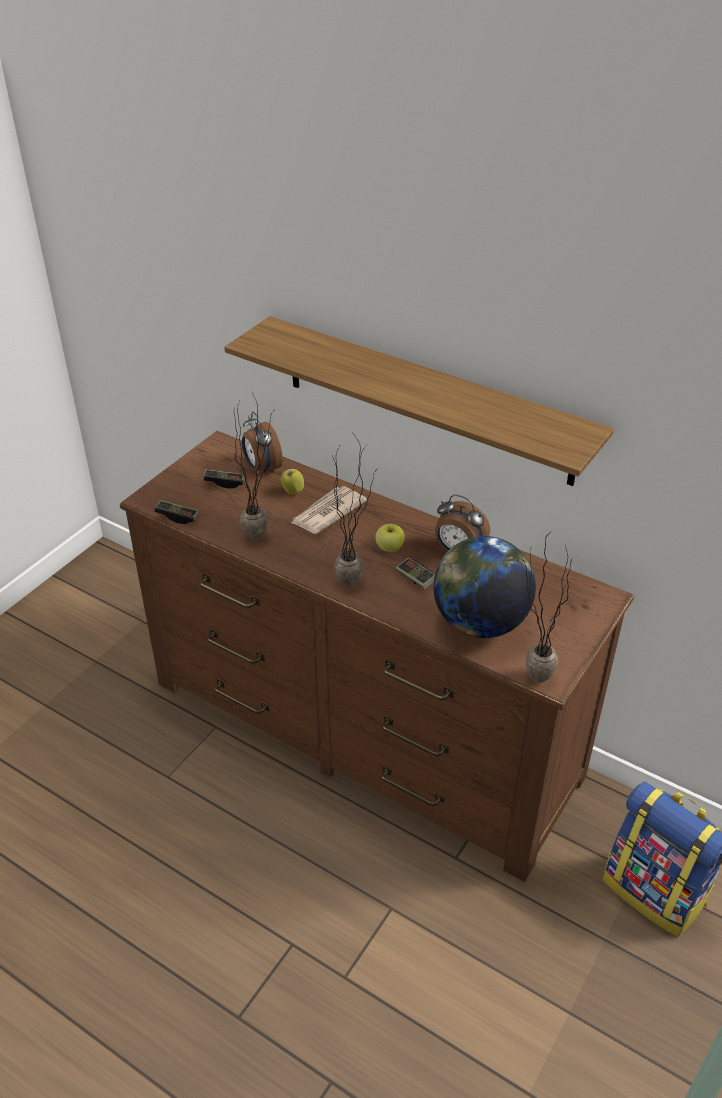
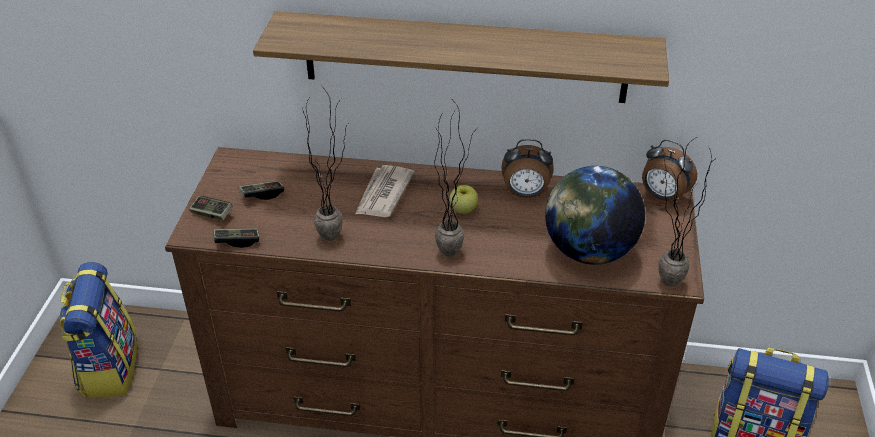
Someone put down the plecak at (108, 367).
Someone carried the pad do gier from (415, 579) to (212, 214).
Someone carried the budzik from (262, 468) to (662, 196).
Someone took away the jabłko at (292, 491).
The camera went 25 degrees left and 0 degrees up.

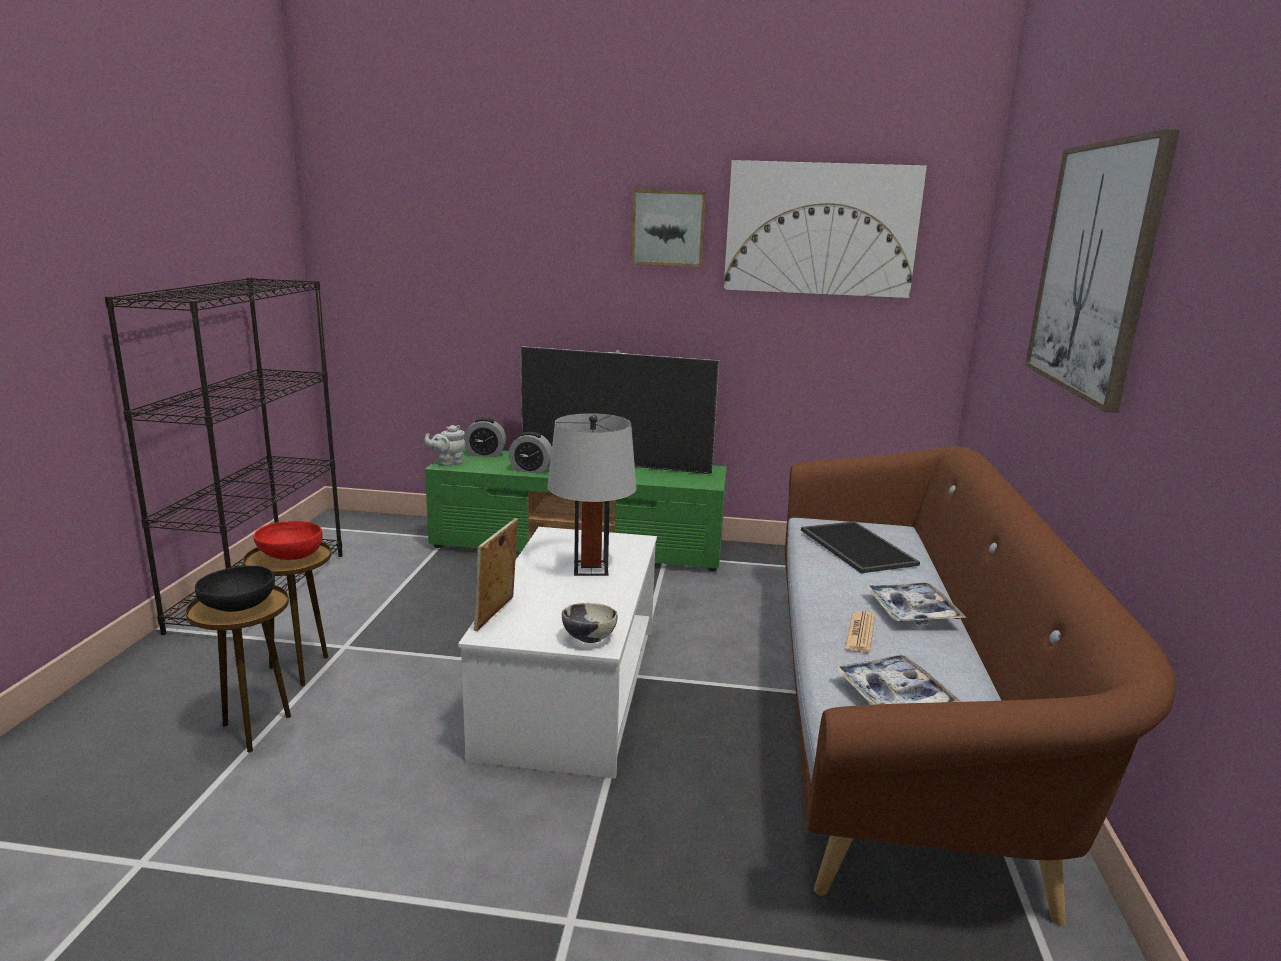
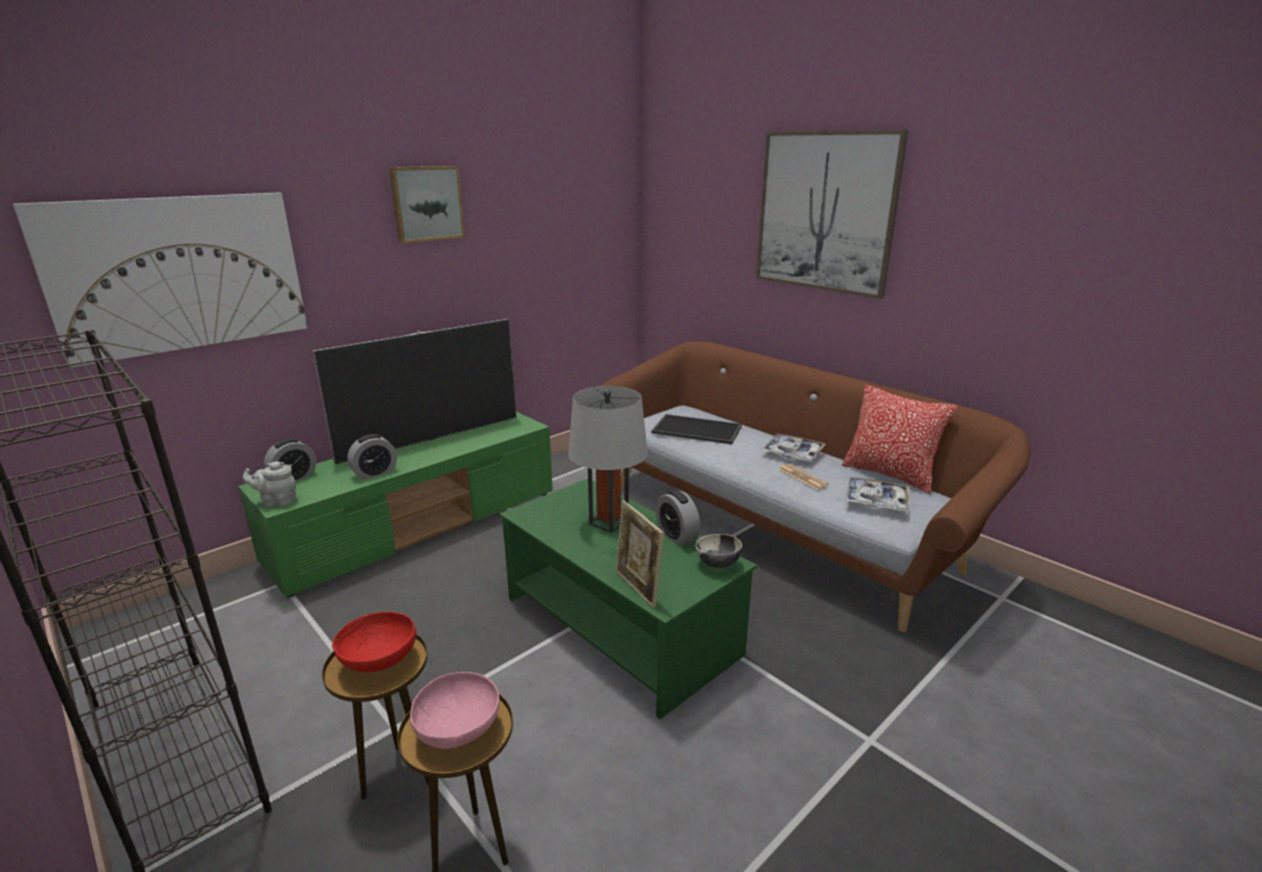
Someone carried the obraz from (821, 229) to (179, 274).
Someone rotated the imbryk/szary at (448, 463) by 75 degrees clockwise.
Someone repainted the miska/czarny at (238, 608), which became the miska/różowy at (459, 730).
Someone repainted the ława/biały at (571, 689), which became the ława/zielony at (621, 626).
Someone put down the budzik at (677, 536).
Someone put down the poduszka at (889, 475).
The camera went 50 degrees left and 5 degrees up.

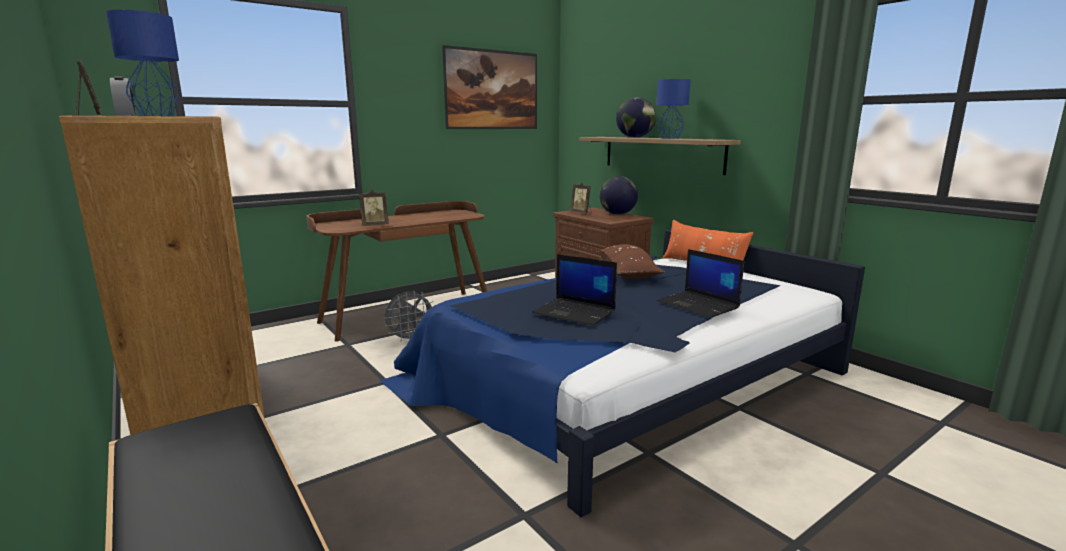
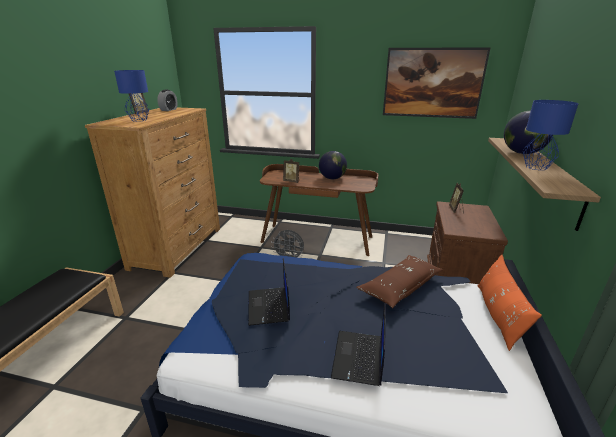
Someone carried the globus from (617, 214) to (332, 178).
The camera went 50 degrees right and 10 degrees up.

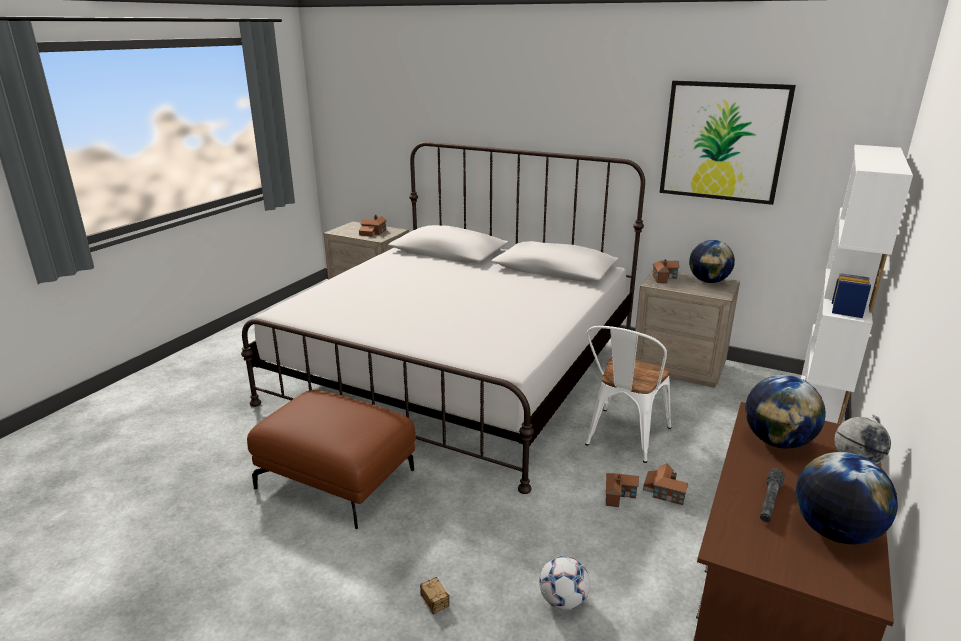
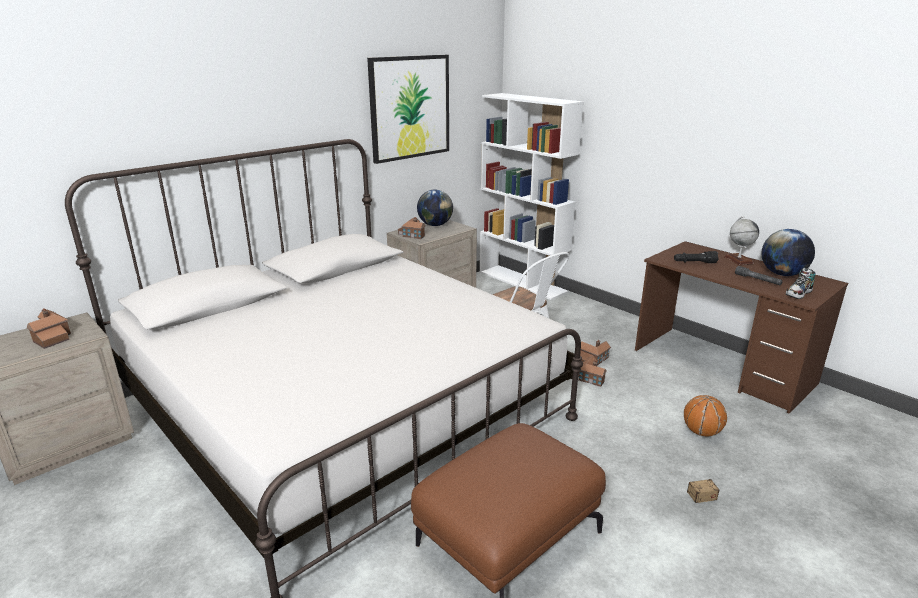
Someone swapped the globus at (777, 441) for the latarka/czarny at (694, 263).
Someone swapped the piłka futbolowa at (563, 601) for the piłka do koszykówki at (701, 432).
Someone put down the but at (798, 293).
The camera went 70 degrees left and 0 degrees up.

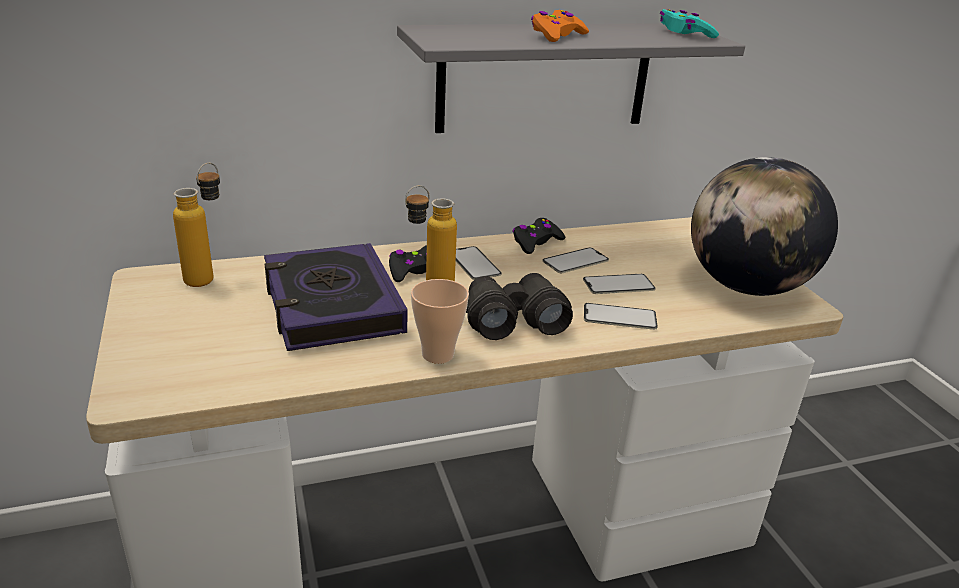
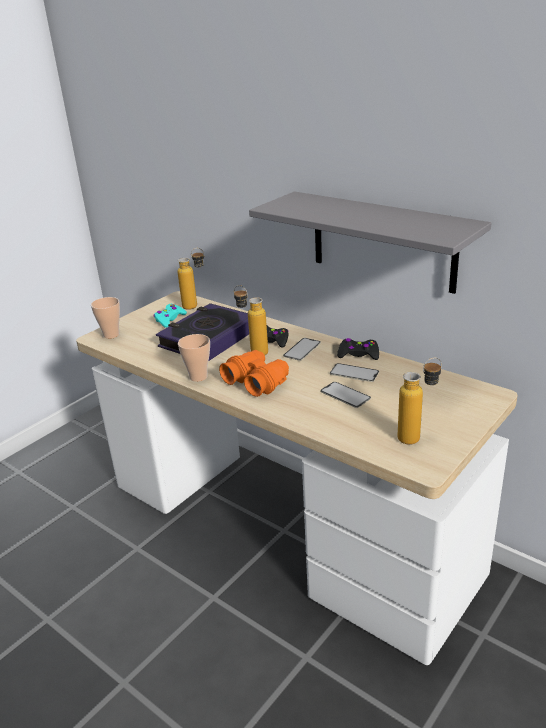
Someone put down the filiżanka at (111, 335).
Someone carried the pad do gier/turkusowy from (684, 33) to (169, 319).
Someone repainted the lornetka/czarny at (513, 320), which became the lornetka/pomarańczowy at (257, 381).
Someone swapped the globus at (746, 287) for the butelka at (417, 437).
Someone took away the pad do gier/pomarańczowy at (557, 35).
Someone took away the telefon at (619, 317).
The camera went 60 degrees right and 0 degrees up.

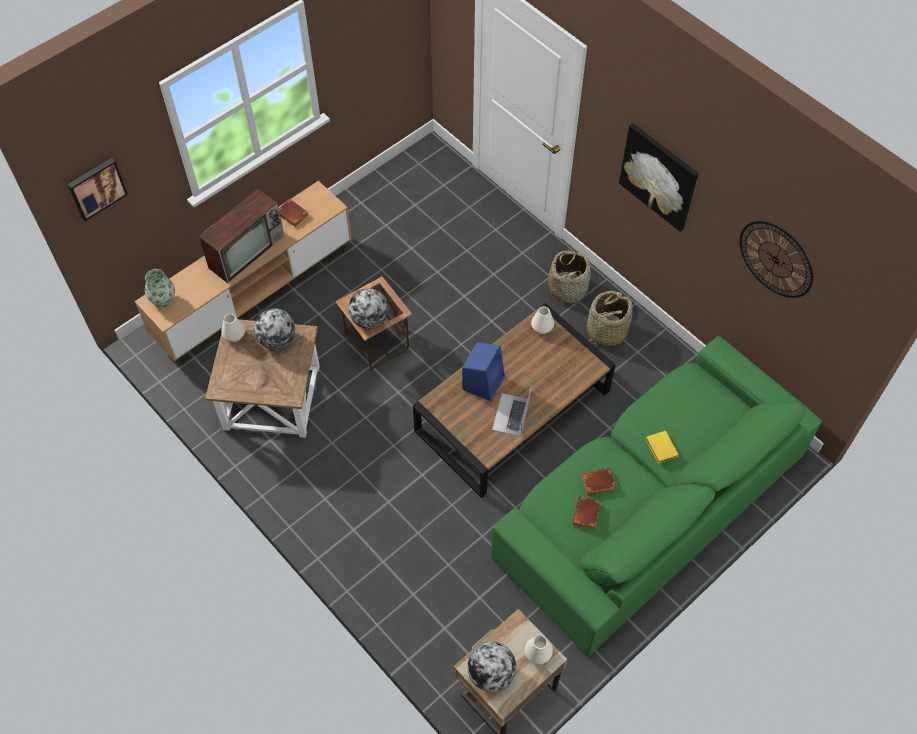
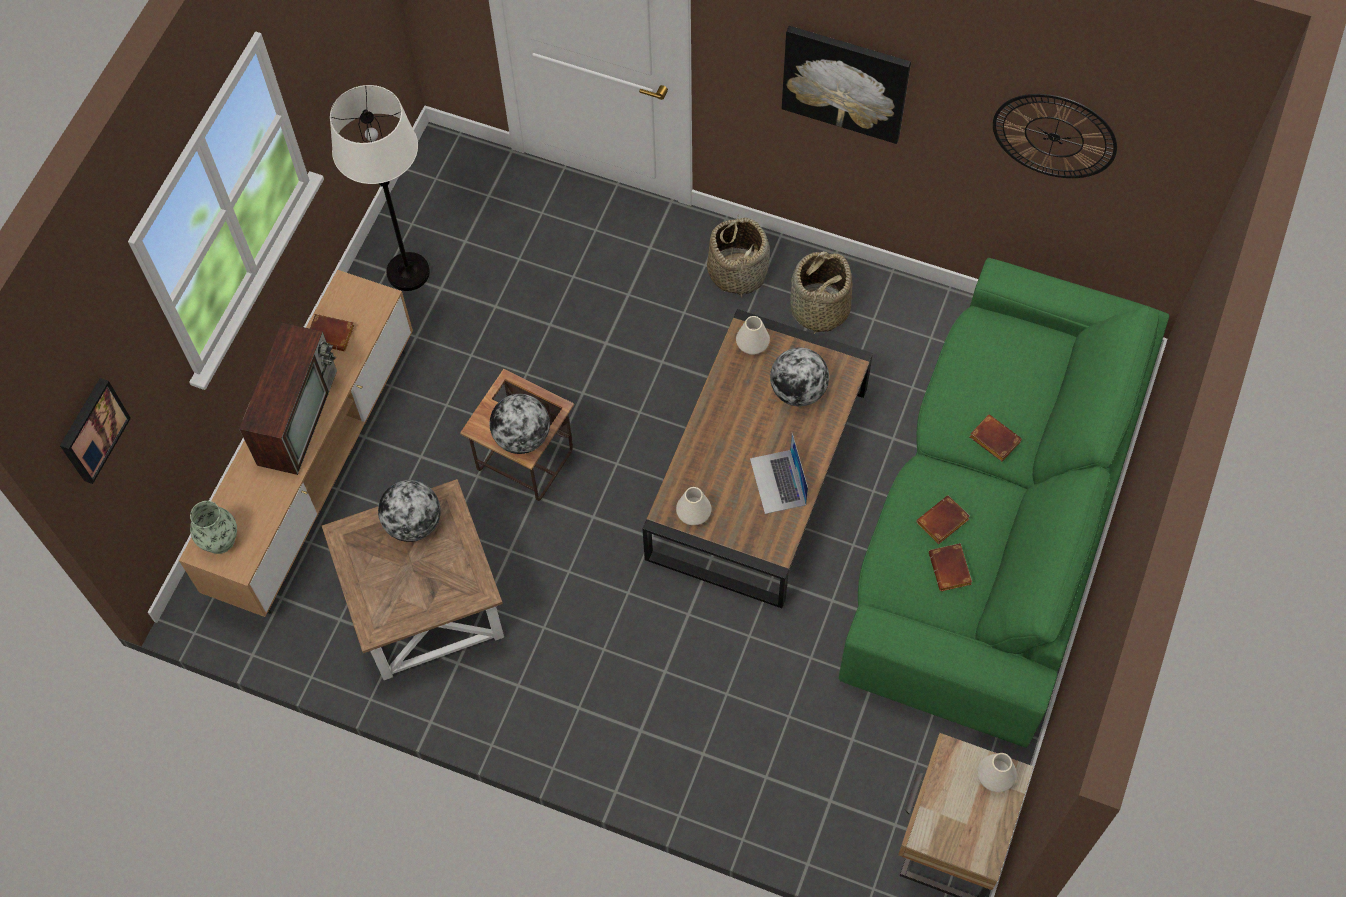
Someone put down the lampa stojąca/biały at (408, 272).
Someone carried the wazon/biały from (234, 336) to (694, 514).
Someone carried the globus from (491, 673) to (798, 390).
Someone repainted the książka/żółty at (660, 448), which became the książka/brązowy at (992, 440).
Someone took away the głośnik/niebieski at (483, 382).
The camera went 25 degrees left and 5 degrees up.

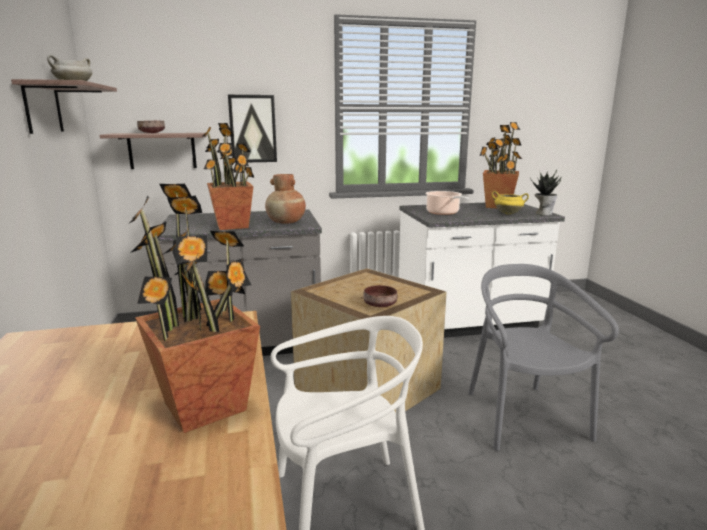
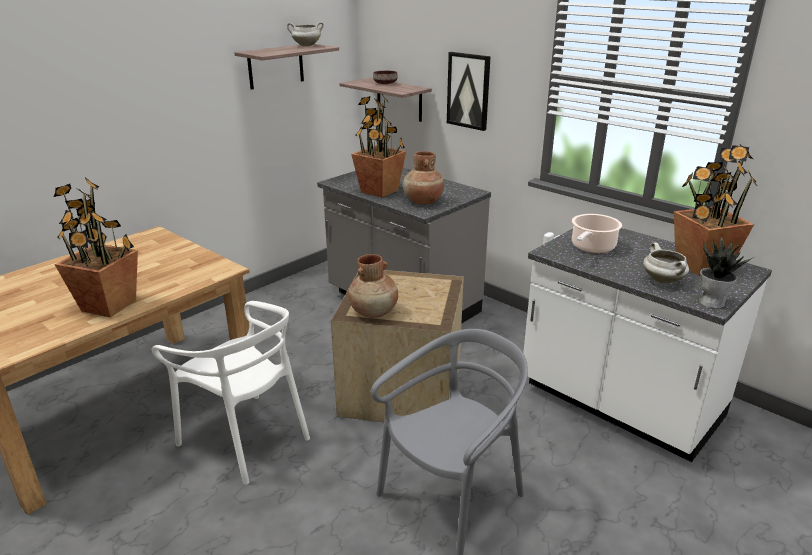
Someone swapped the miska/brązowy at (380, 305) for the wazon/brązowy at (374, 312).
Someone repainted the garnek/żółty at (508, 213), which became the garnek/biały at (663, 281).
The camera went 55 degrees right and 10 degrees up.

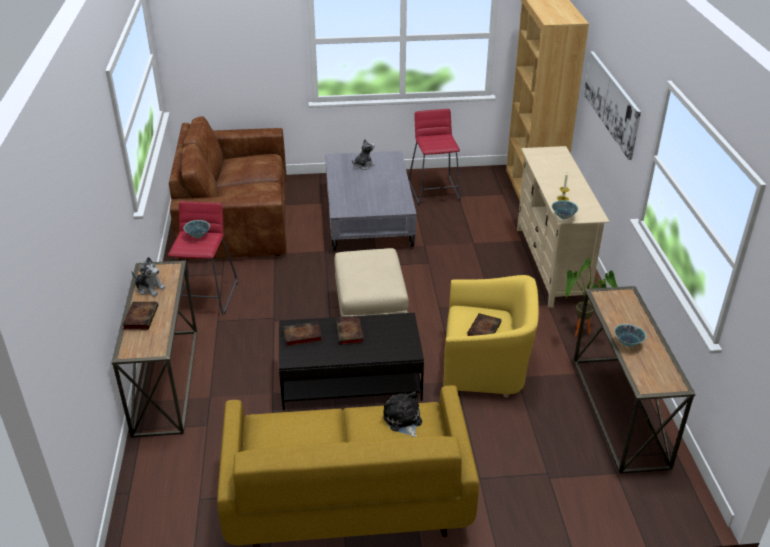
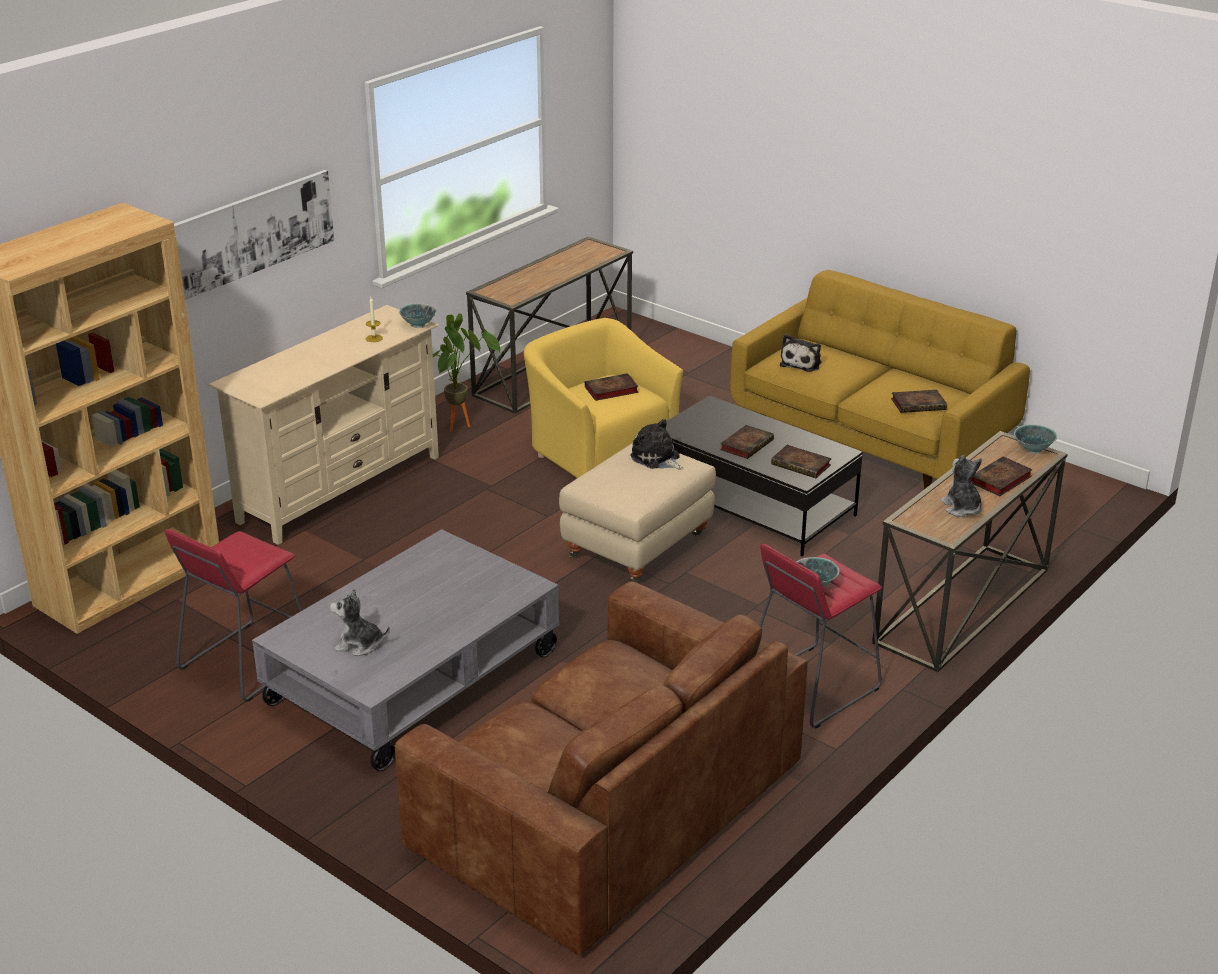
Someone put down the pluszak at (657, 458).
Someone put down the książka at (919, 404).
Someone carried the miska from (627, 343) to (1033, 450).
The camera went 135 degrees left and 5 degrees down.

